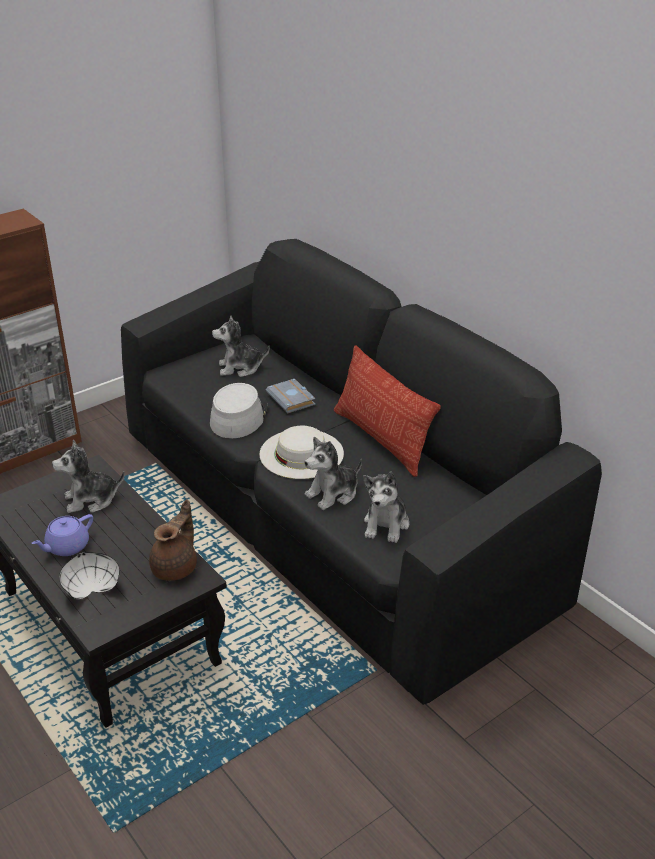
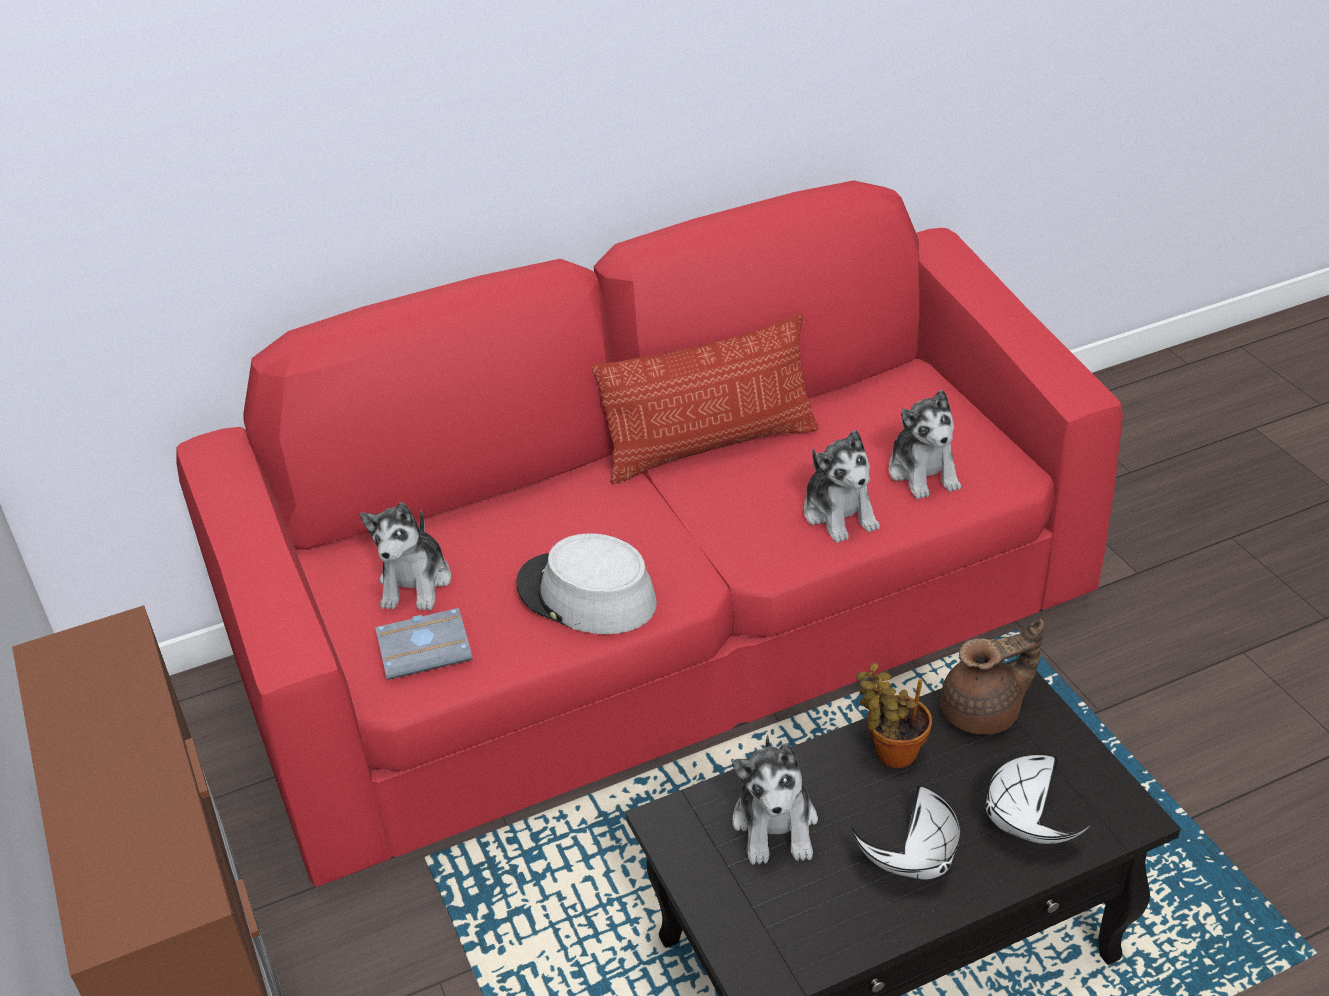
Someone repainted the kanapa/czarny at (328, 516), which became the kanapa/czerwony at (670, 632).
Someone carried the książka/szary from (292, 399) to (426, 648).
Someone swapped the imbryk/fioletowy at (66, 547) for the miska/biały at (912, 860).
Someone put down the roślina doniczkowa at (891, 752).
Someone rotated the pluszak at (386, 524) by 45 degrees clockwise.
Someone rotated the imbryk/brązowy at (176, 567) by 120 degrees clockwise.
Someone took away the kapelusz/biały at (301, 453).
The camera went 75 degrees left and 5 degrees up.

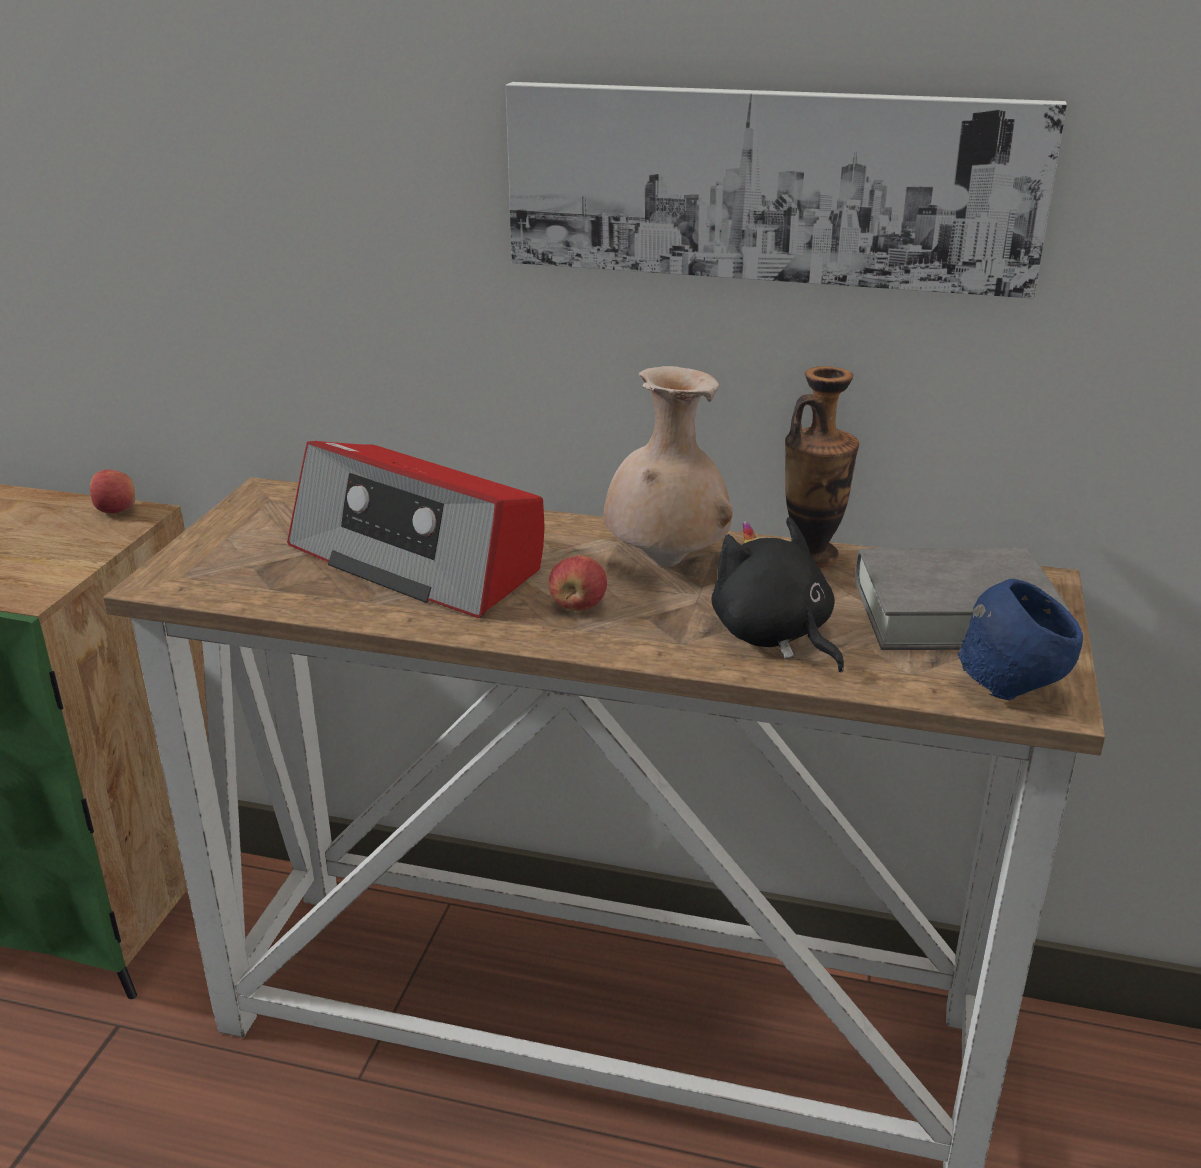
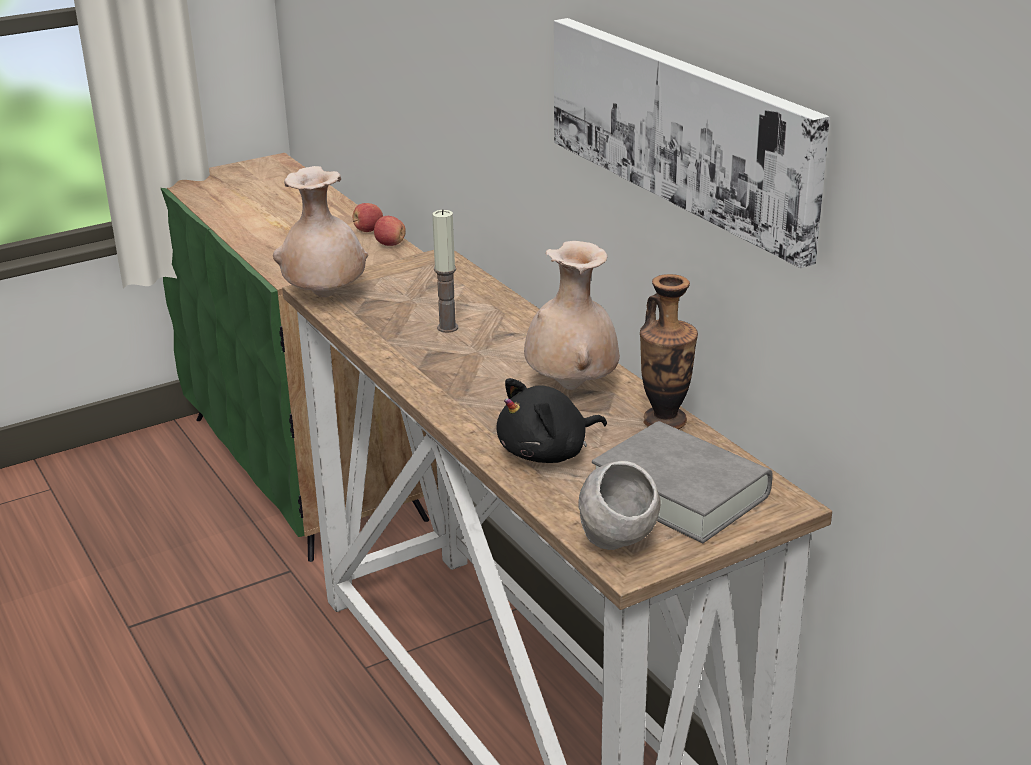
Someone put down the wazon/beżowy at (325, 295).
Someone carried the jabłko from (578, 606) to (368, 230).
Someone swapped the radio at (419, 559) for the świeca at (447, 327).
Someone rotated the pluszak/czarny at (774, 636) by 135 degrees counterclockwise.
Someone repainted the miska/niebieski at (1010, 691), which became the miska/szary at (617, 545).
The camera went 45 degrees right and 0 degrees up.

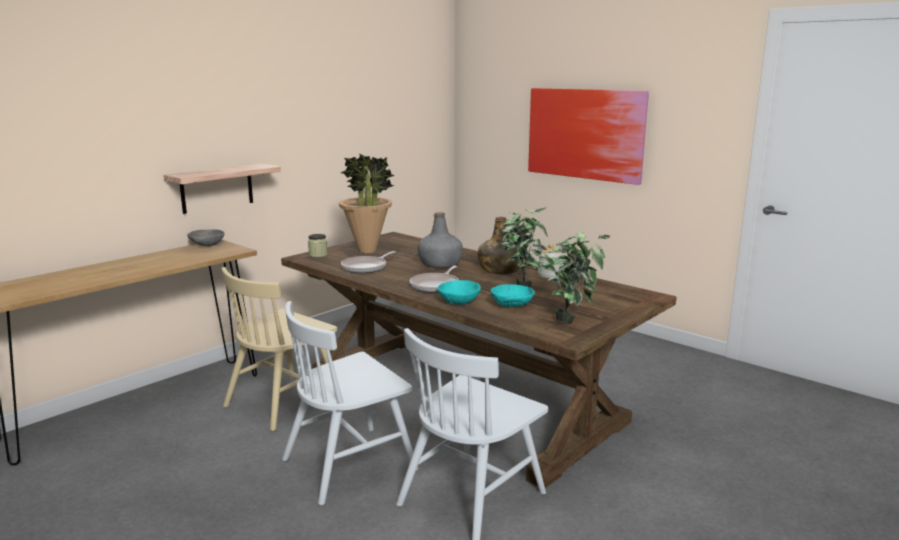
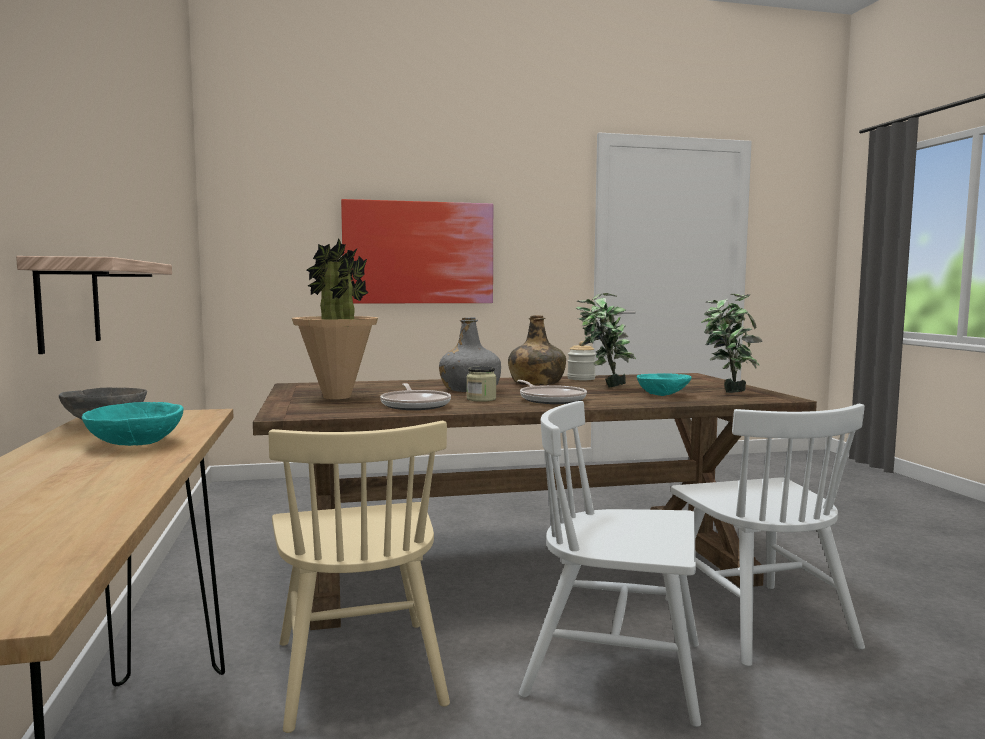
Someone carried the miska/turkusowy from (459, 301) to (135, 443).
Someone carried the słoik from (318, 255) to (481, 399).
Someone rotated the krzesło/biały at (349, 464) by 105 degrees clockwise.
The camera went 55 degrees left and 10 degrees down.

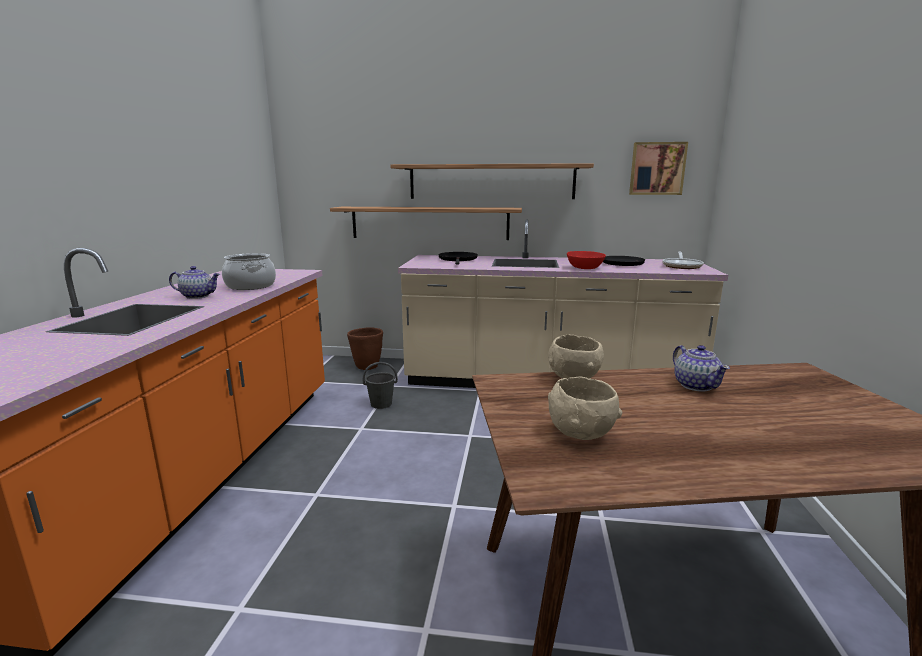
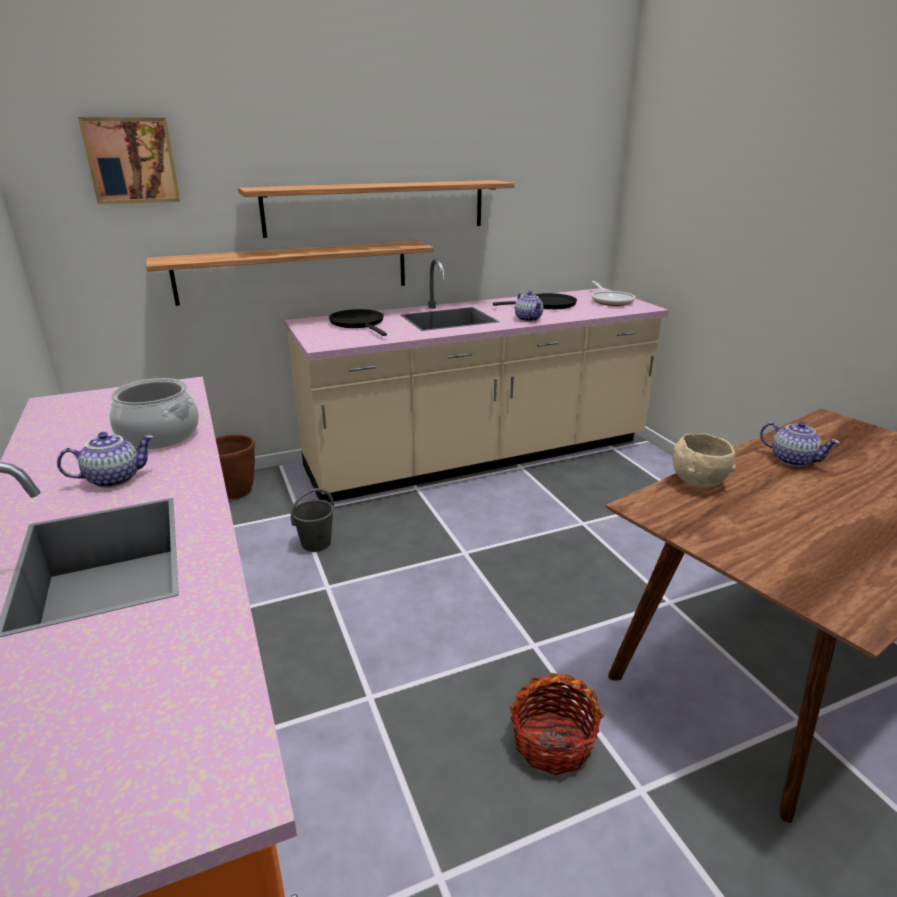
Someone carried the obraz from (657, 168) to (131, 160).
Someone put down the koszyk at (552, 742).
Someone swapped the miska/czerwony at (585, 268) for the imbryk at (529, 319).
Someone took away the miska/beżowy at (581, 434).
The camera went 30 degrees left and 10 degrees up.

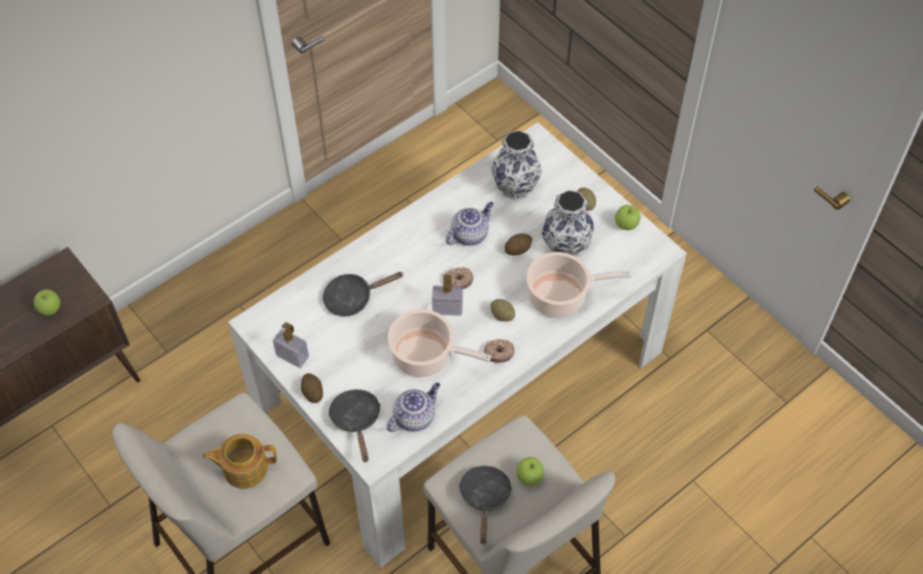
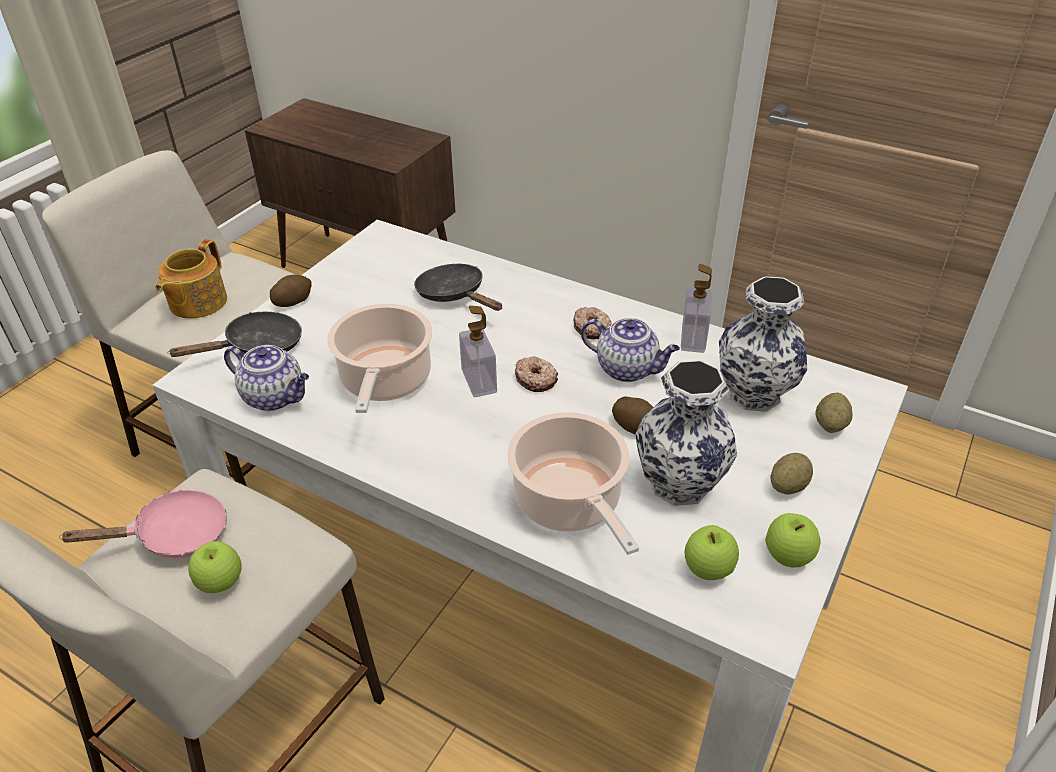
Someone repainted the patelnia/czarny at (485, 498), which became the patelnia/różowy at (174, 536).
Someone rotated the imbryk at (244, 468) by 135 degrees counterclockwise.
Someone carried the donut from (499, 352) to (592, 328).
Someone carried the dozownik mydła from (292, 356) to (693, 339).
Someone carried the jabłko from (50, 309) to (708, 569).
Someone carried the ziemniak from (502, 315) to (830, 425).
The camera went 70 degrees right and 15 degrees down.

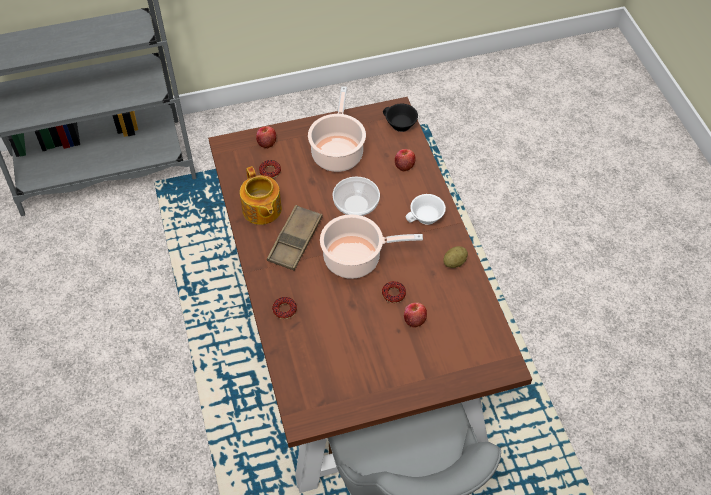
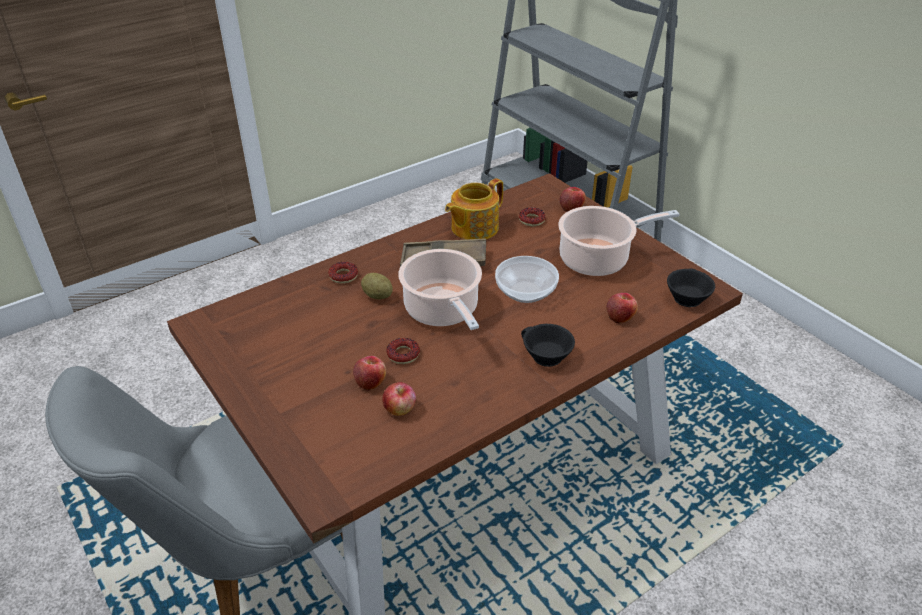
Someone carried the ziemniak from (454, 262) to (377, 296).
Someone put down the jabłko at (400, 409).
Someone repainted the filiżanka/biały at (426, 218), which became the filiżanka/czarny at (544, 356).
The camera went 70 degrees right and 15 degrees down.

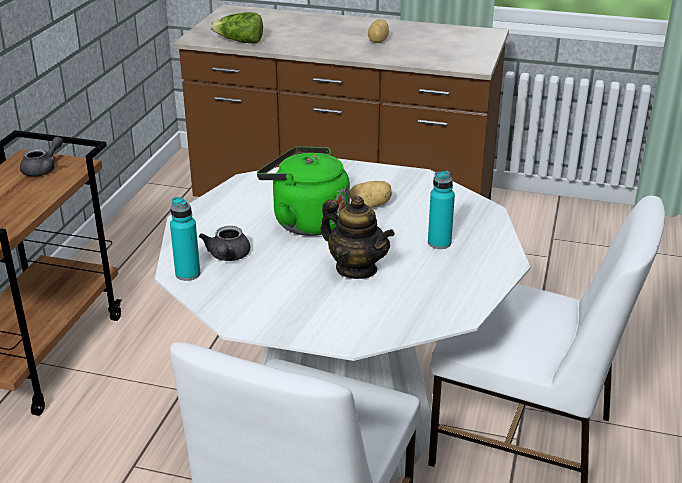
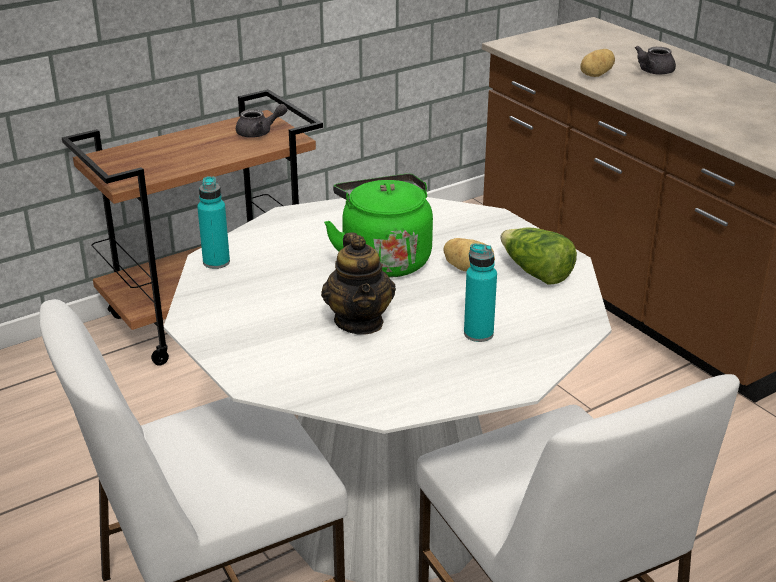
Someone carried the sałata from (240, 42) to (535, 273).
Someone carried the ziemniak from (377, 41) to (595, 75).
Someone carried the imbryk/szary from (227, 257) to (652, 72).
The camera went 40 degrees right and 0 degrees up.

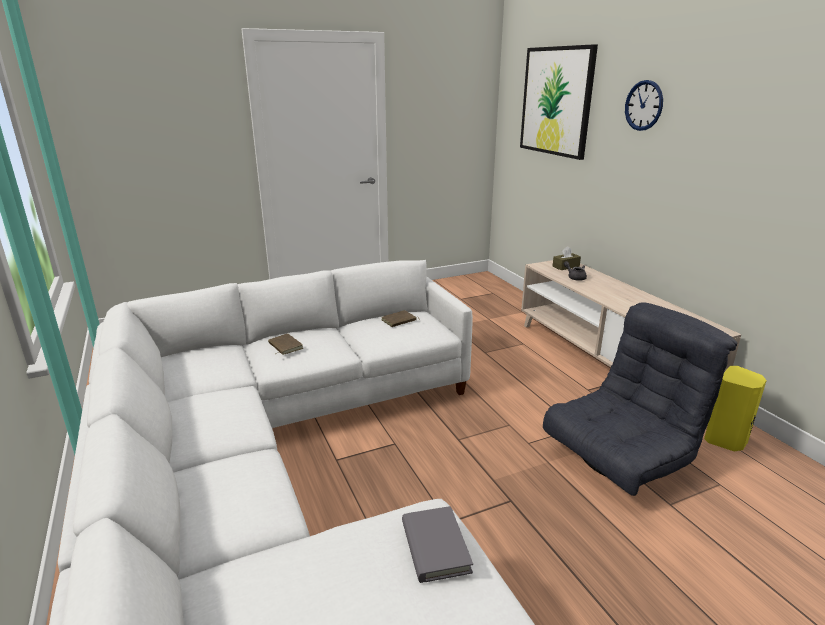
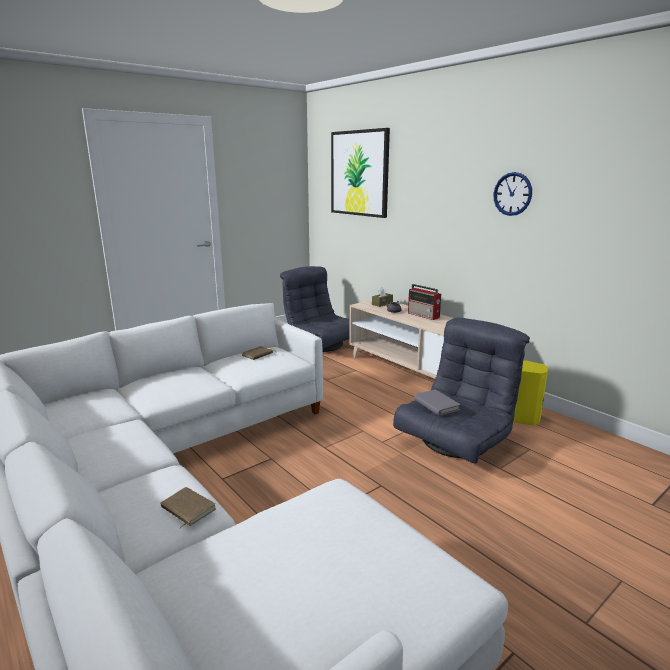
Someone carried the książka/brązowy from (284, 346) to (186, 509).
Someone put down the fotel/szary at (322, 345).
Someone put down the radio at (424, 315).
Someone carried the książka/szary from (435, 547) to (436, 405).
Someone carried the zegar ścienny from (644, 105) to (512, 194).
The camera went 15 degrees left and 5 degrees down.

